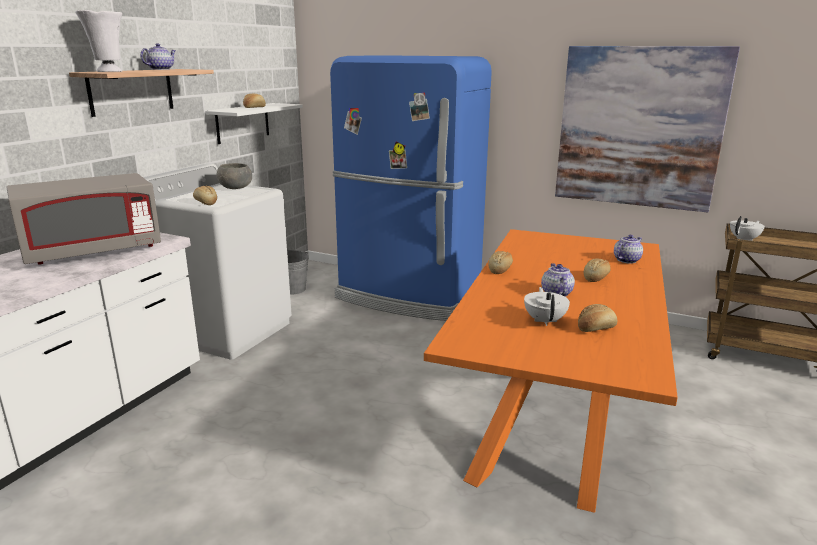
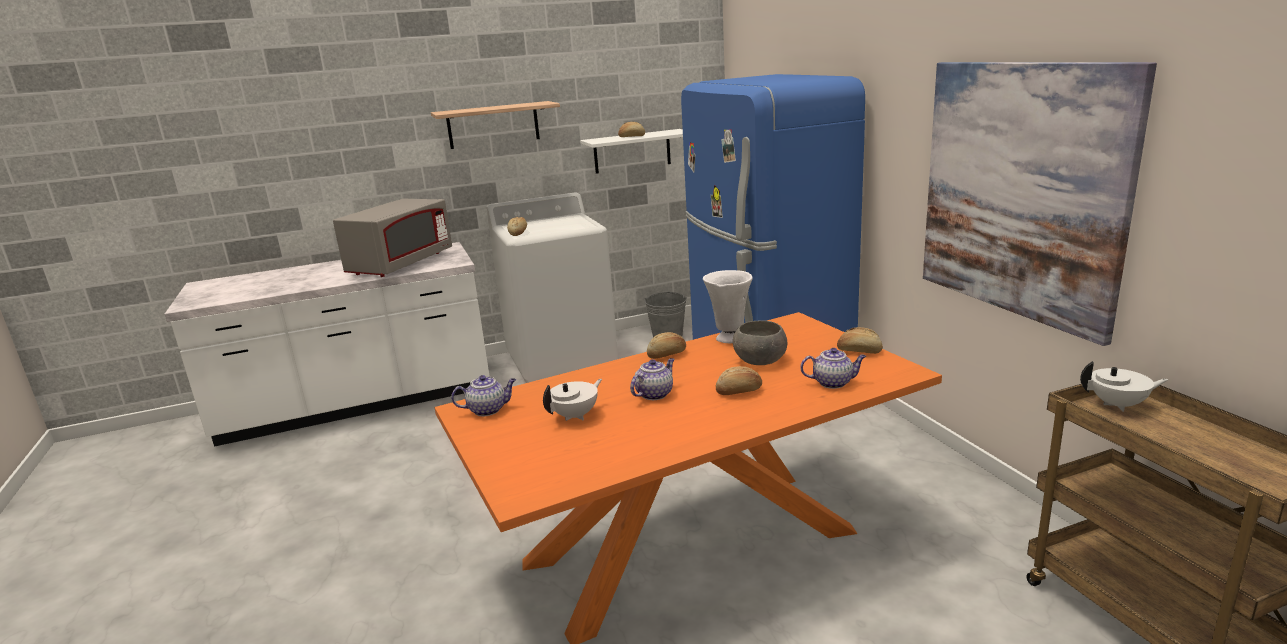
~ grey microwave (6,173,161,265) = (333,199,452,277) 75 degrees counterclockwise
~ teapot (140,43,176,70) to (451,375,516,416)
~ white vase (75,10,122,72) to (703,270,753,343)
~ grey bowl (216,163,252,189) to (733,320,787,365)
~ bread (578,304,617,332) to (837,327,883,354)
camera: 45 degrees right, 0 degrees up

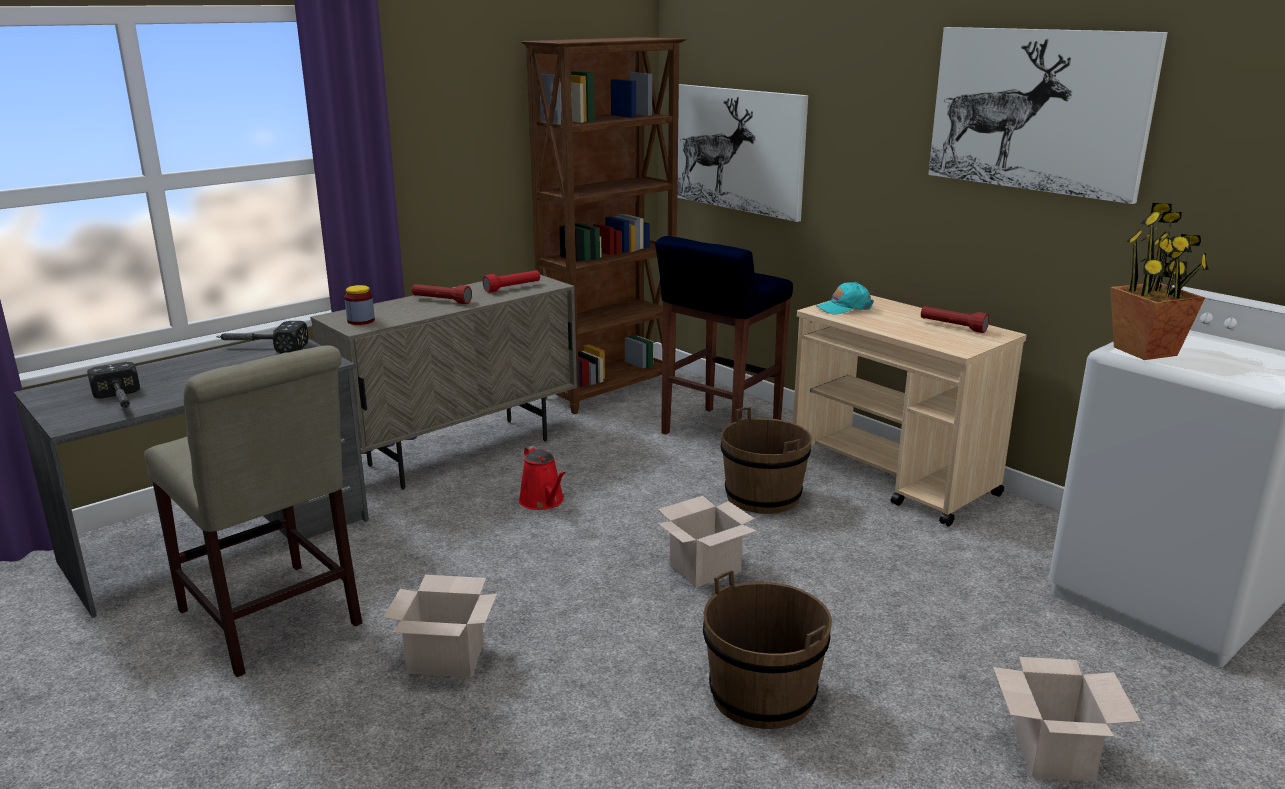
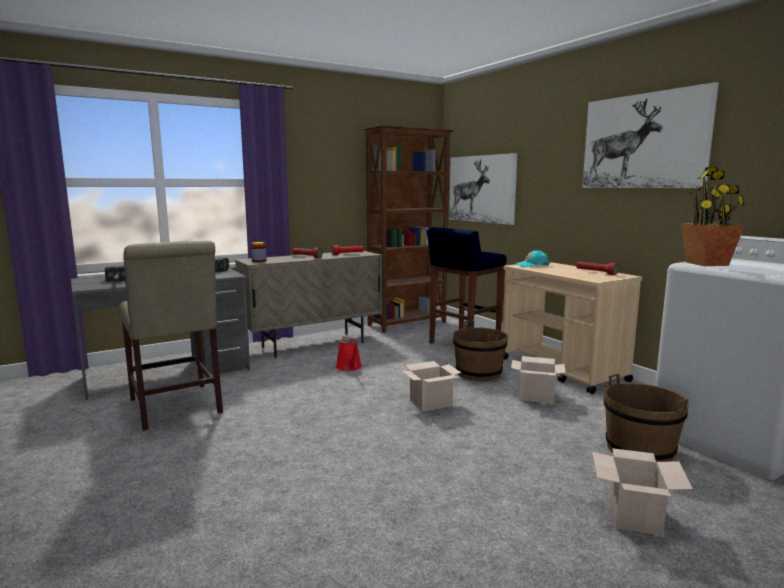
~ cardboard box (383,575,497,677) to (511,356,566,404)
~ brown bucket (703,570,832,729) to (604,374,689,462)
camera: 10 degrees right, 10 degrees down

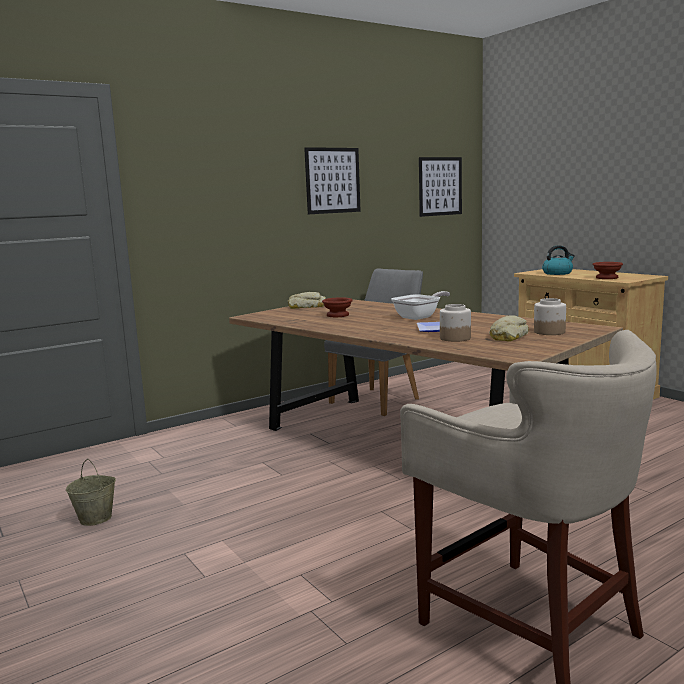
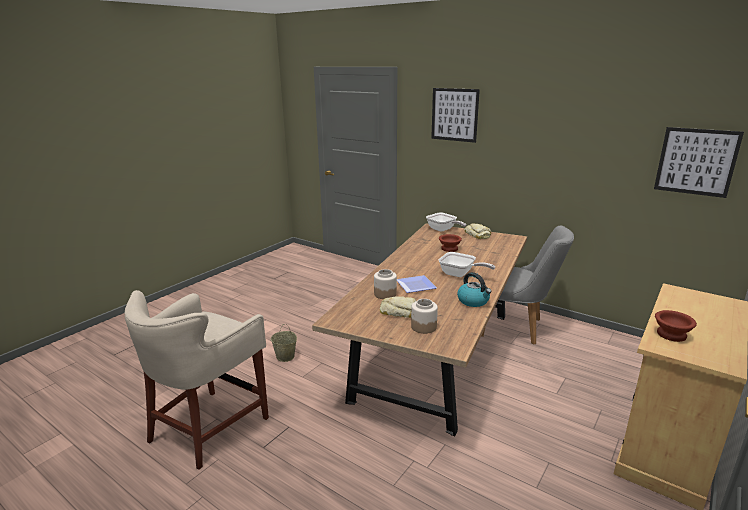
~ beige bucket (66,459,116,526) to (271,324,297,362)
+ frying pan (426,213,466,232)
~ picture (304,147,361,214) to (431,88,480,143)
~ kettle (542,245,575,275) to (457,272,492,307)
camera: 70 degrees right, 10 degrees up

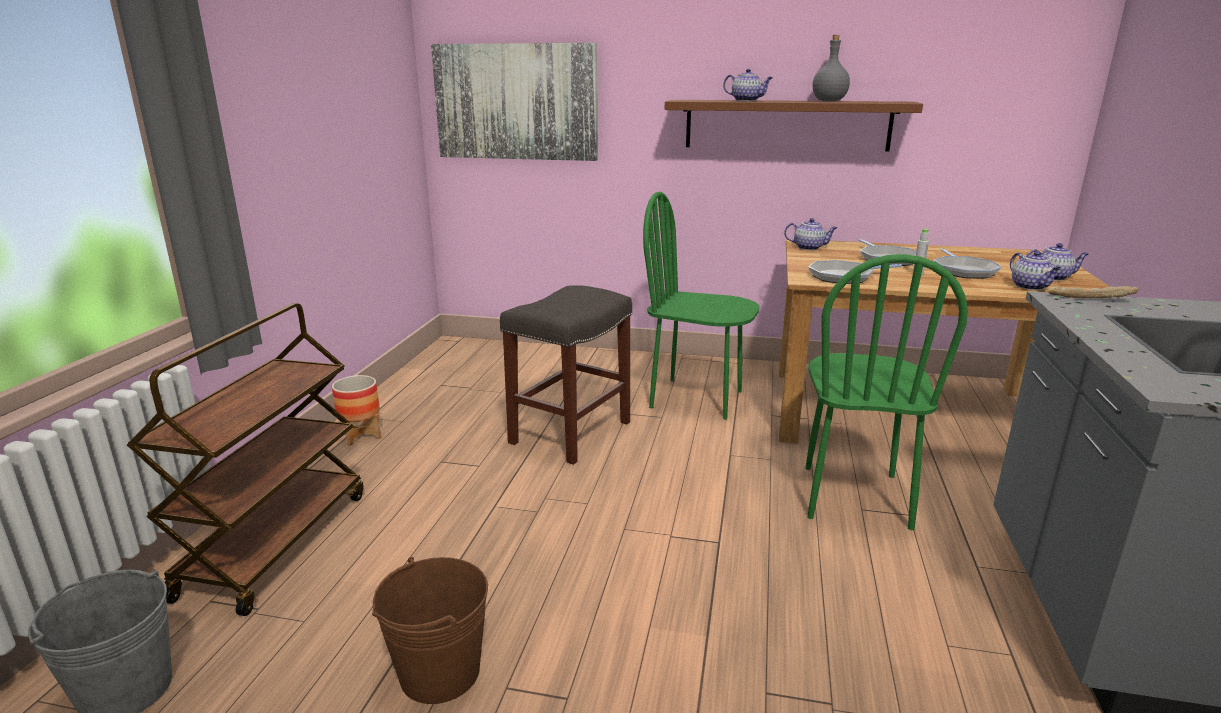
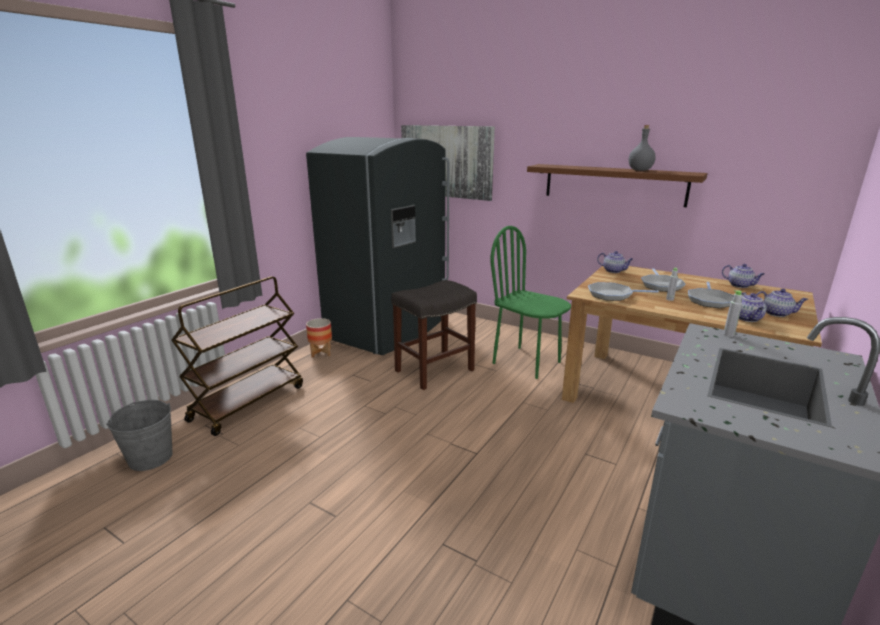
+ grey fridge (306,137,450,355)
~ teapot (723,69,773,101) to (722,264,765,288)
~ bread (1048,286,1139,298) to grey bottle (723,290,742,337)
- brown bucket (372,557,488,704)
- green chair (805,254,968,530)
camera: 20 degrees right, 0 degrees up

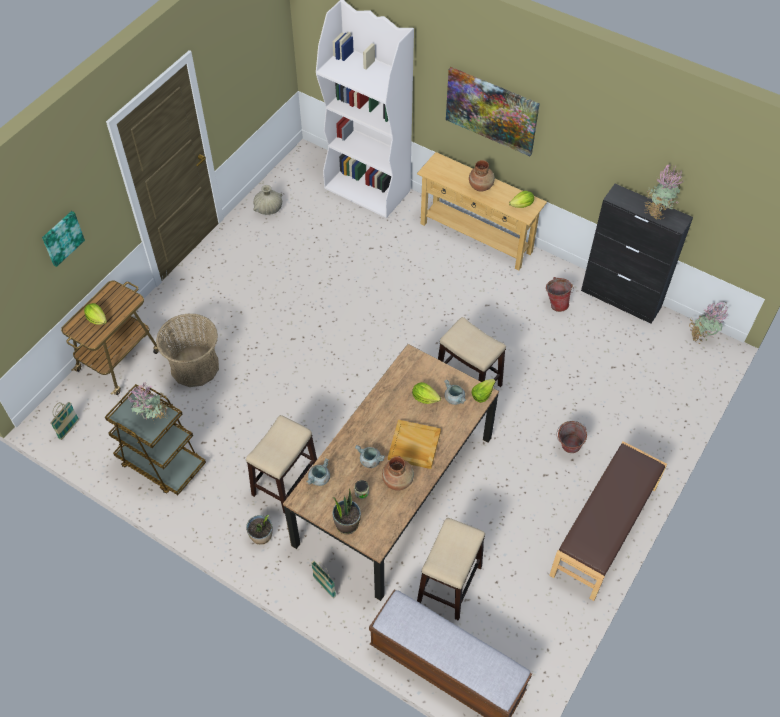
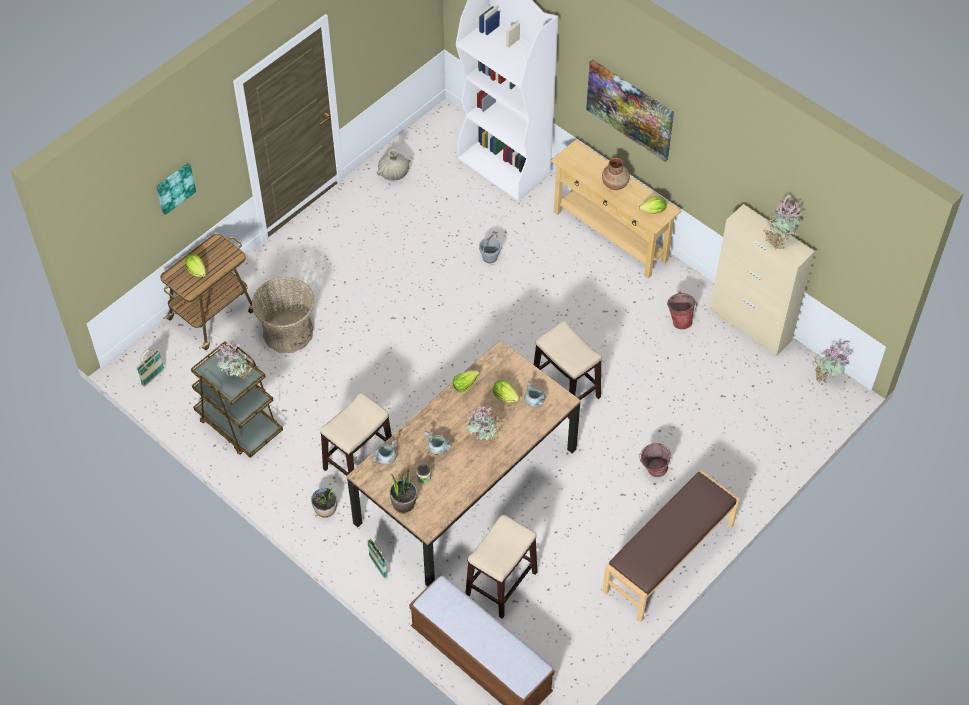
~ lettuce (471,379,496,403) to (453,371,479,392)
~ beige tray (388,420,441,469) to potted plant (467,404,501,444)
+ grey bucket (479,233,501,263)
~ black cabinet (581,184,693,324) to beige cabinet (710,204,815,356)
- brown vase (382,456,414,491)
camera: 10 degrees right, 0 degrees up

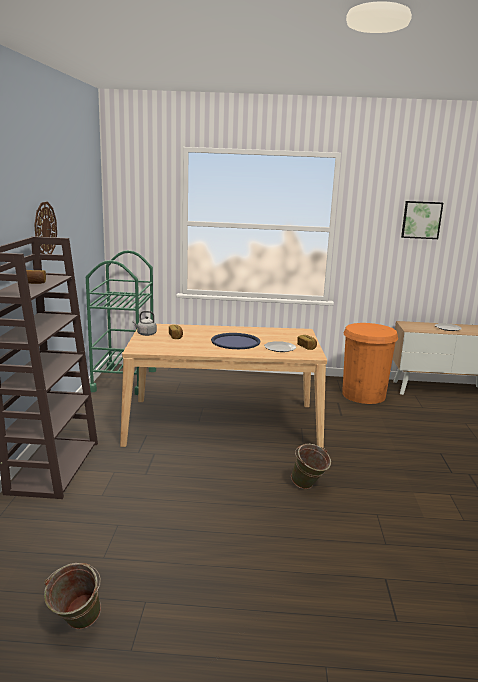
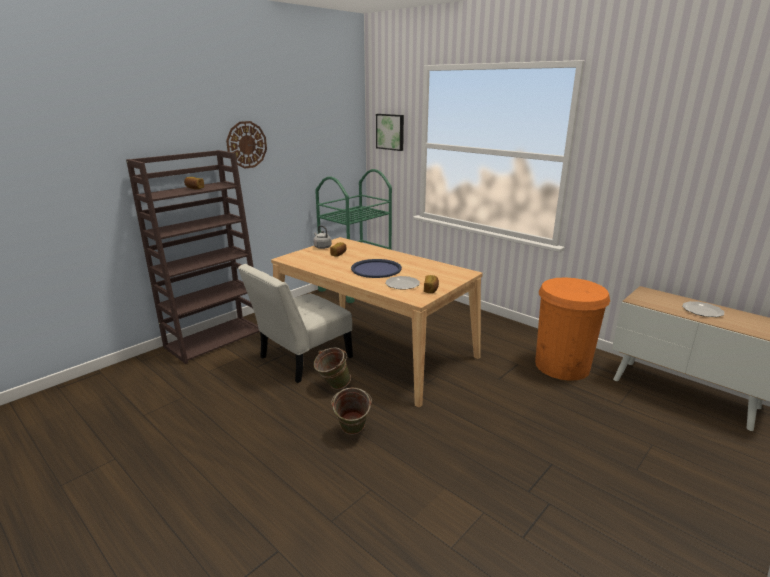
+ white chair (238,264,353,383)
~ green bucket (44,563,101,629) to (314,347,351,390)
~ picture (401,201,443,239) to (376,114,404,151)
camera: 40 degrees right, 5 degrees up

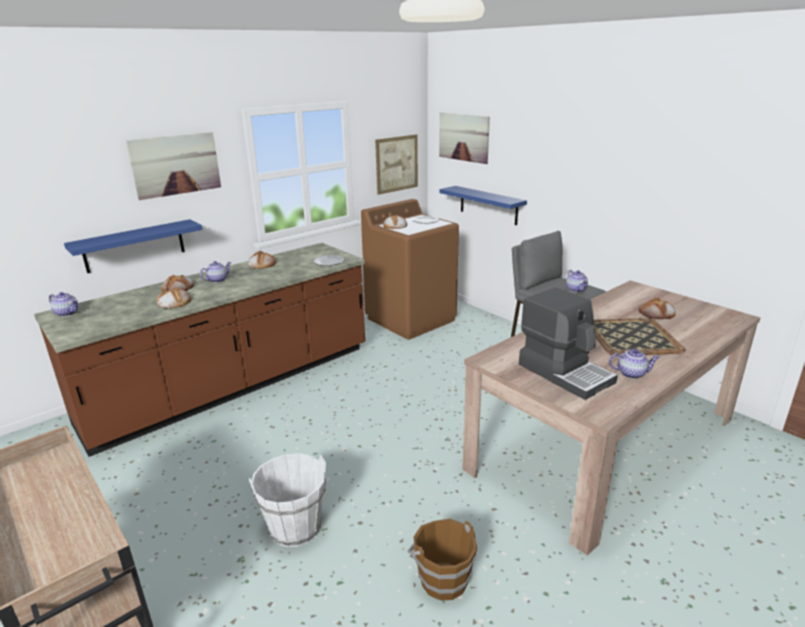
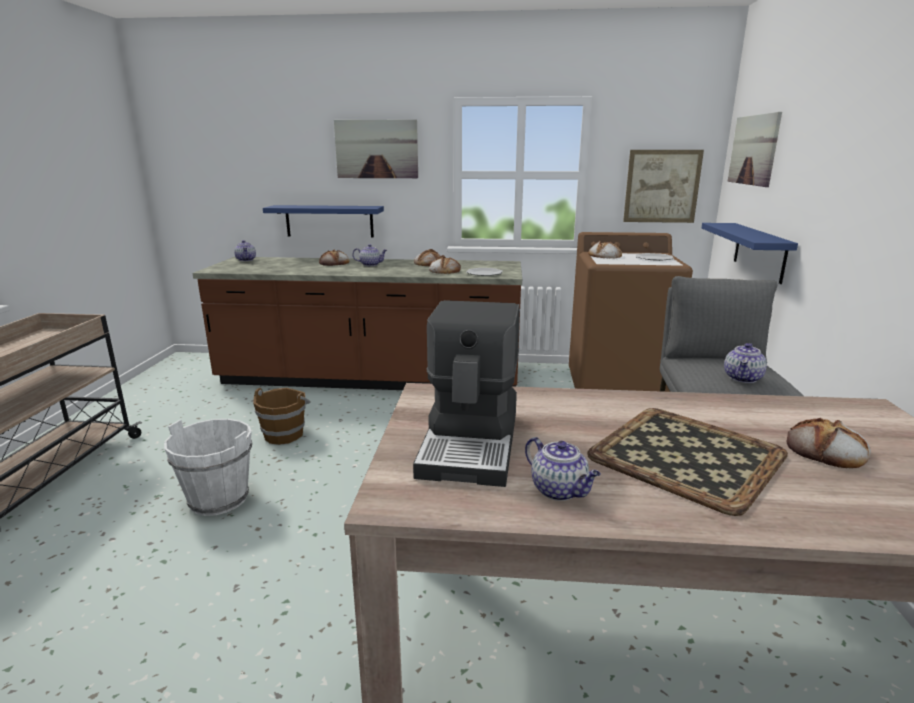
~ brown bucket (407,519,477,600) to (253,388,311,445)
~ bread (156,287,191,309) to (429,255,461,274)
camera: 45 degrees right, 5 degrees down

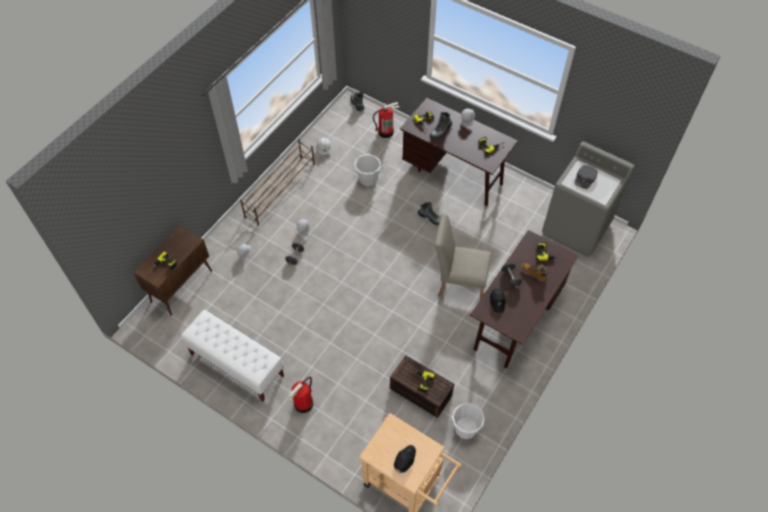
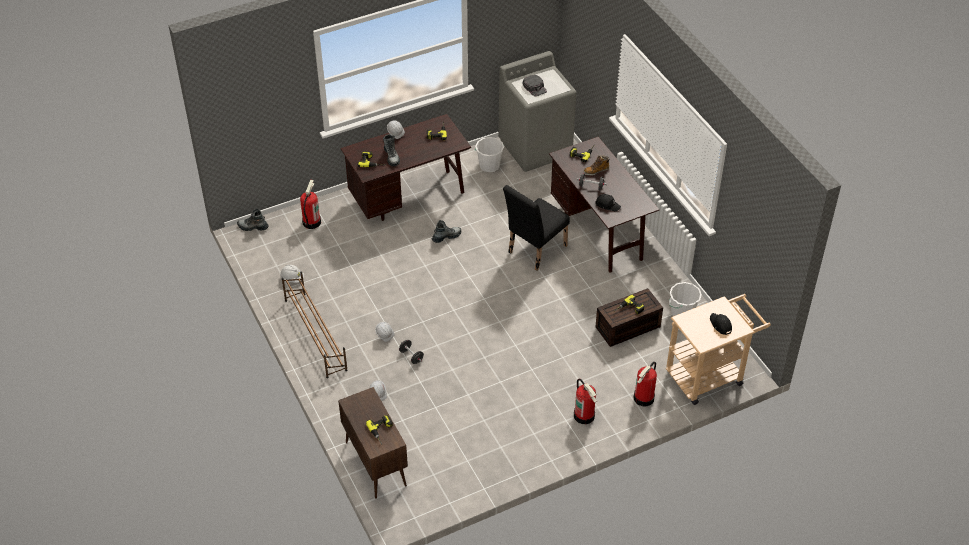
~ white bucket (355,154,381,186) to (475,137,504,172)
~ beige chair (434,214,491,299) to black chair (503,185,570,271)
+ fire extinguisher (634,362,657,406)
- white bench (181,310,284,402)
camera: 60 degrees left, 10 degrees down

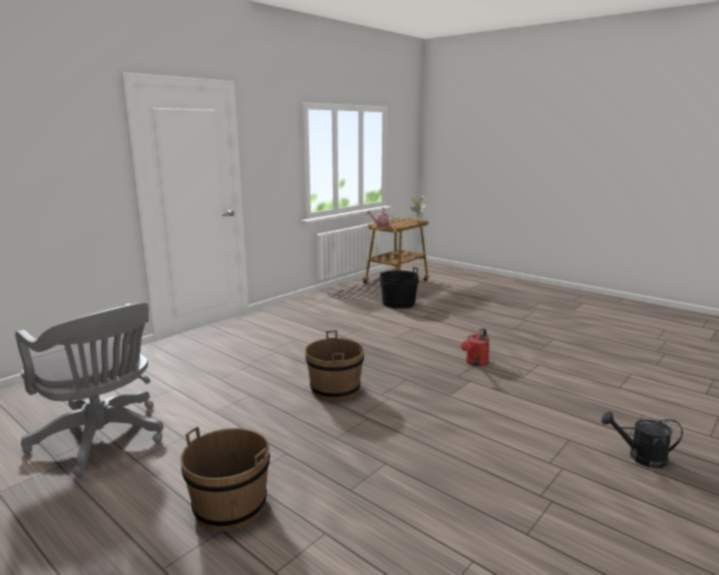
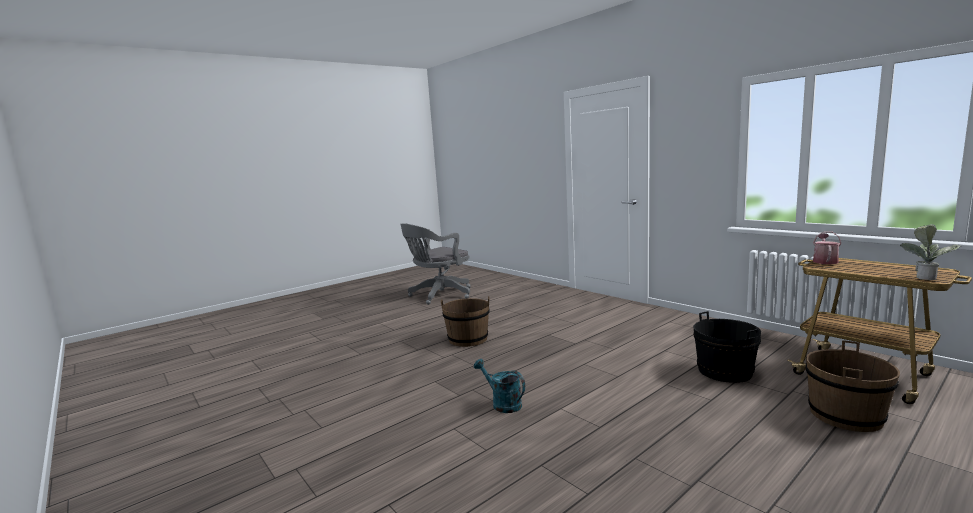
~ red watering can (461,328,490,366) to turquoise watering can (474,359,525,413)
~ brown bucket (181,426,270,531) to (805,340,900,432)
- black watering can (601,411,683,468)
camera: 100 degrees right, 5 degrees down

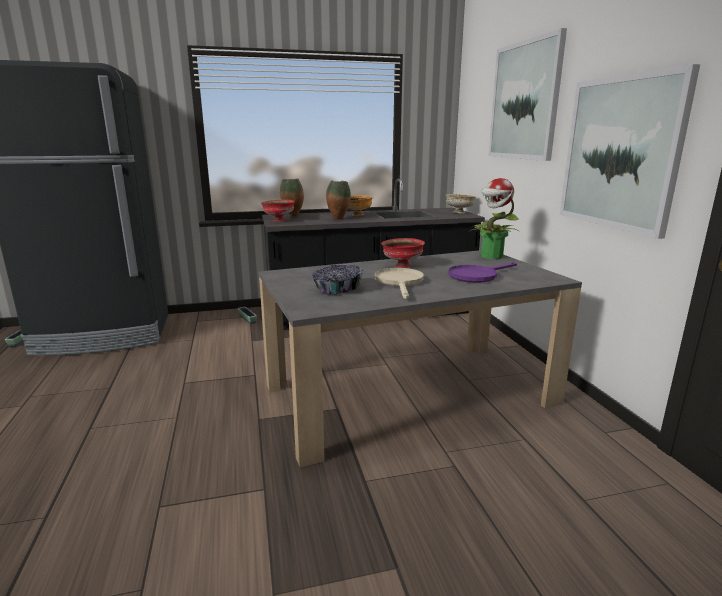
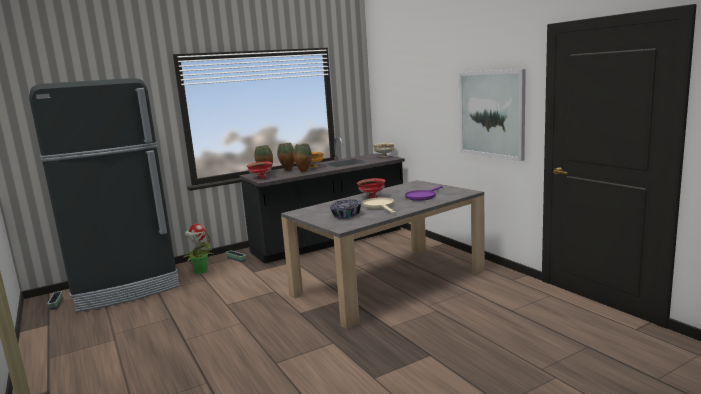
~ potted plant (468,178,519,259) to (183,224,213,274)
+ vase (277,143,295,171)
- picture (488,28,567,161)
camera: 15 degrees left, 5 degrees down

